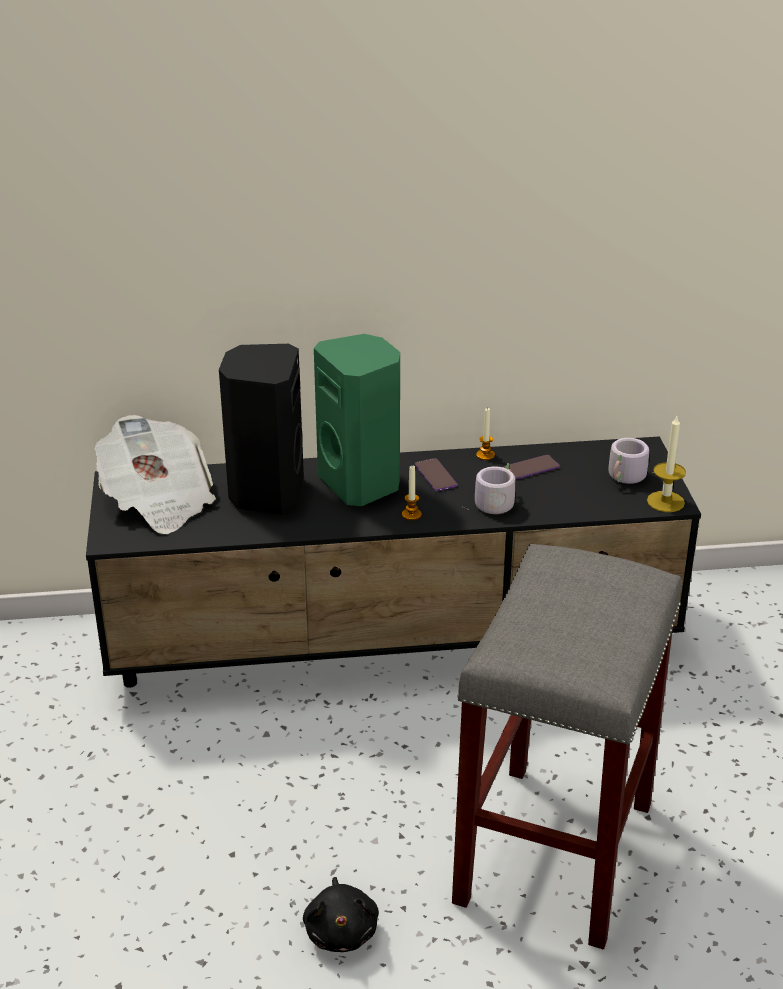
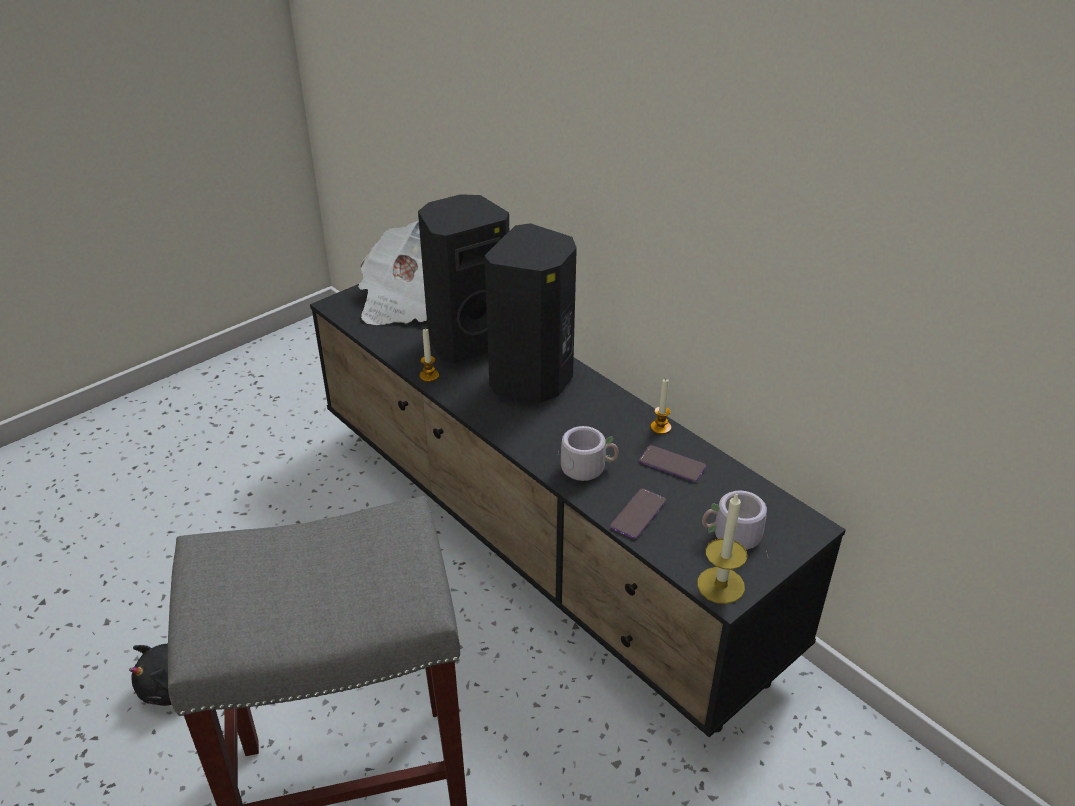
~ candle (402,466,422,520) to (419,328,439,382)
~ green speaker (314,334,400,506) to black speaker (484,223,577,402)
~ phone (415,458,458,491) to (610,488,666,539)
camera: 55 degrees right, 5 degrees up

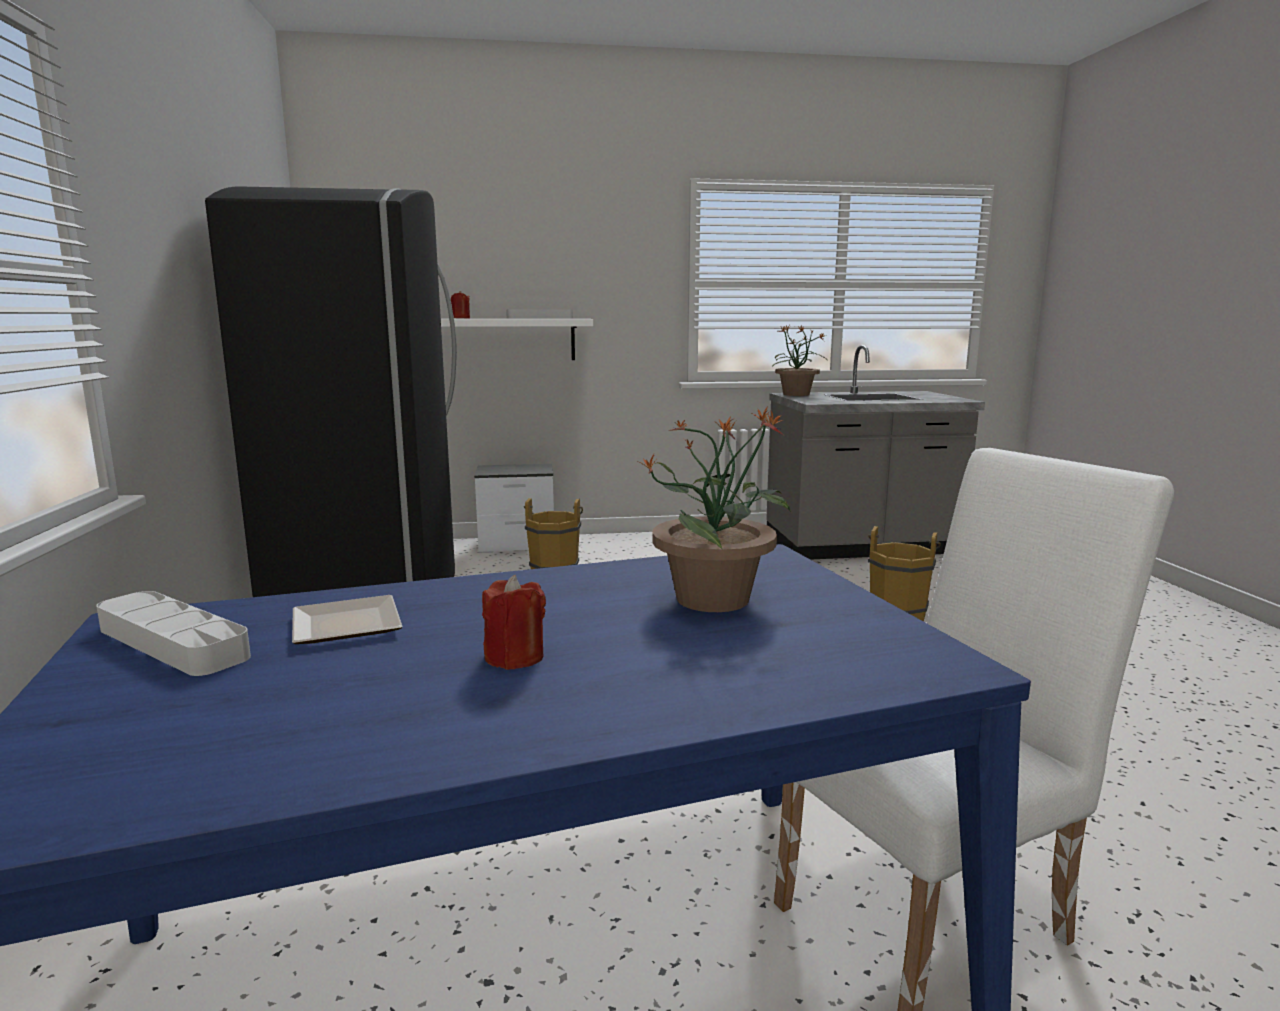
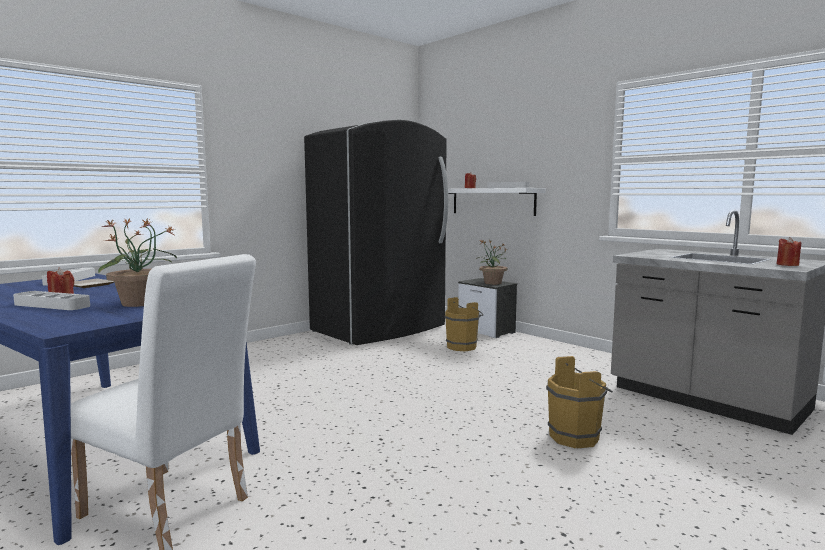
+ grey tray (13,291,90,310)
~ potted plant (772,325,828,396) to (478,240,507,285)
+ red candle (777,237,801,266)
camera: 55 degrees right, 5 degrees down

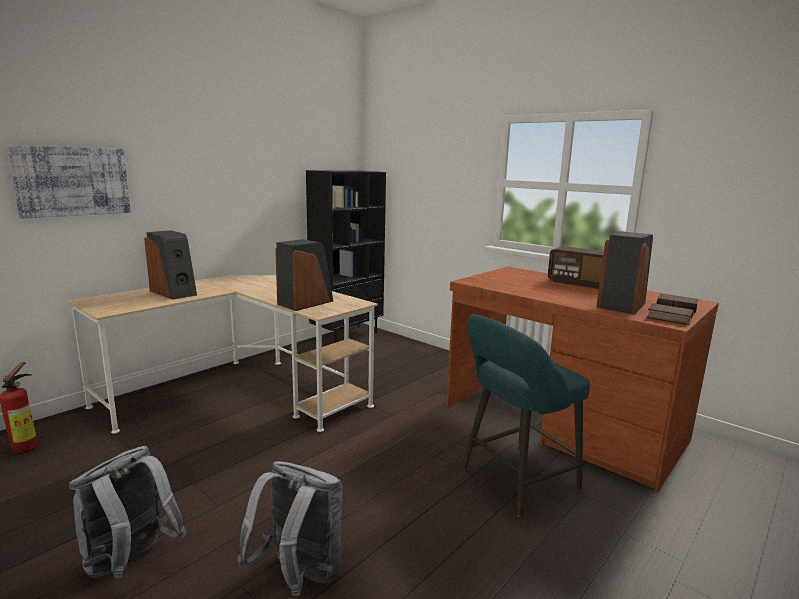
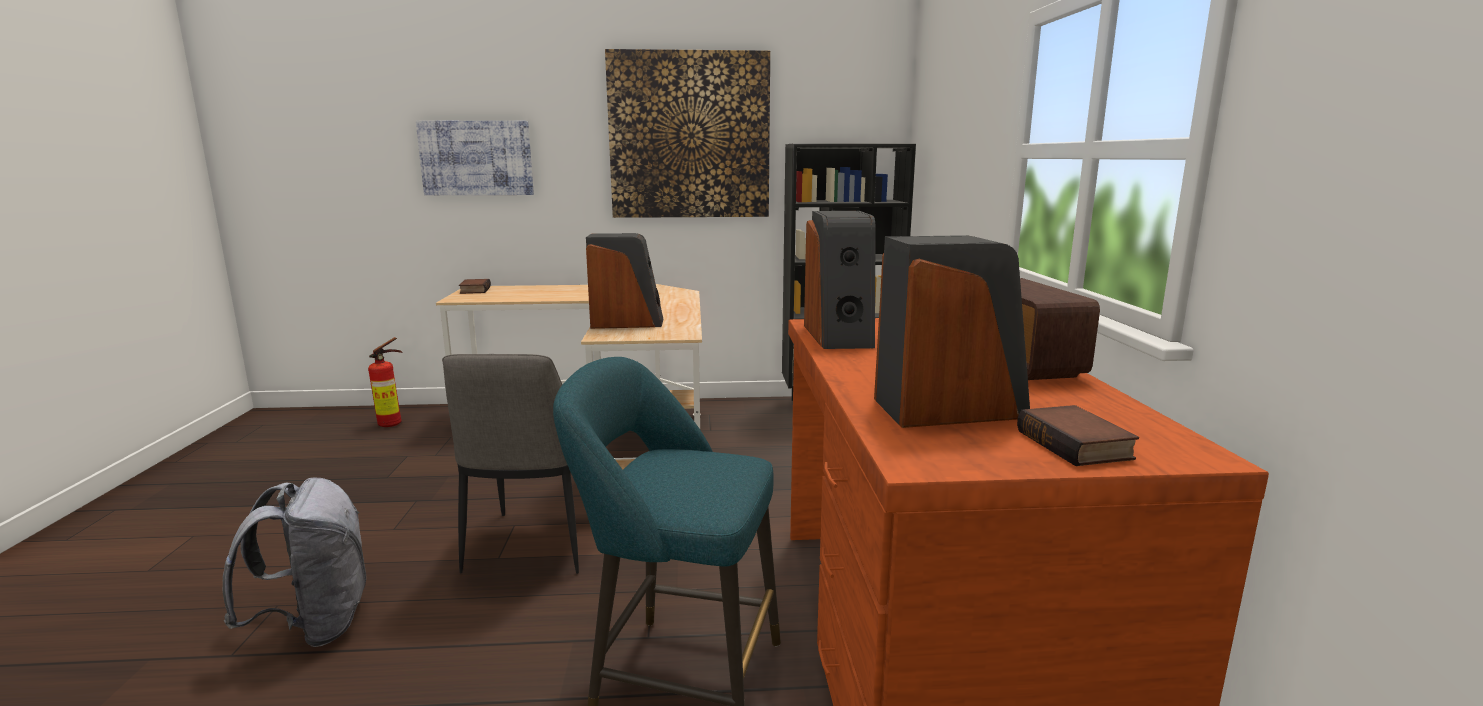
+ chair (442,354,579,574)
~ book (647,303,694,325) to (459,279,491,294)
+ picture (605,49,770,218)
~ speaker (144,230,197,300) to (804,211,876,349)
- grey backpack (69,446,187,579)
camera: 45 degrees right, 0 degrees up

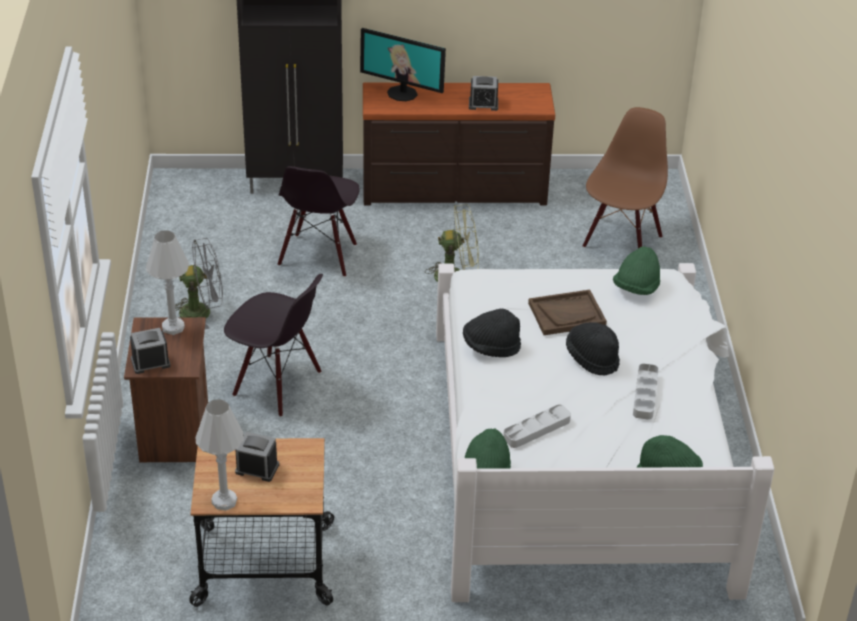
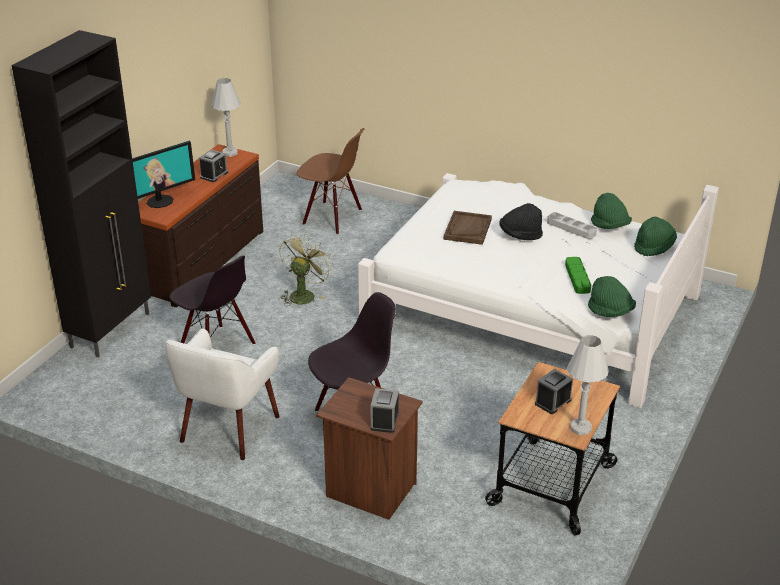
~ grey fan (175,238,223,329) to white armchair (165,328,280,460)
~ white table lamp (146,230,189,335) to (211,78,241,157)
~ brown chair (583,107,668,248) = (297,128,365,235) 150 degrees clockwise
~ grey tray (503,405,571,448) to green tray (565,257,591,294)
~ green hat (613,247,660,295) to (591,193,632,229)
- black hat (463,308,521,357)
camera: 60 degrees left, 5 degrees down

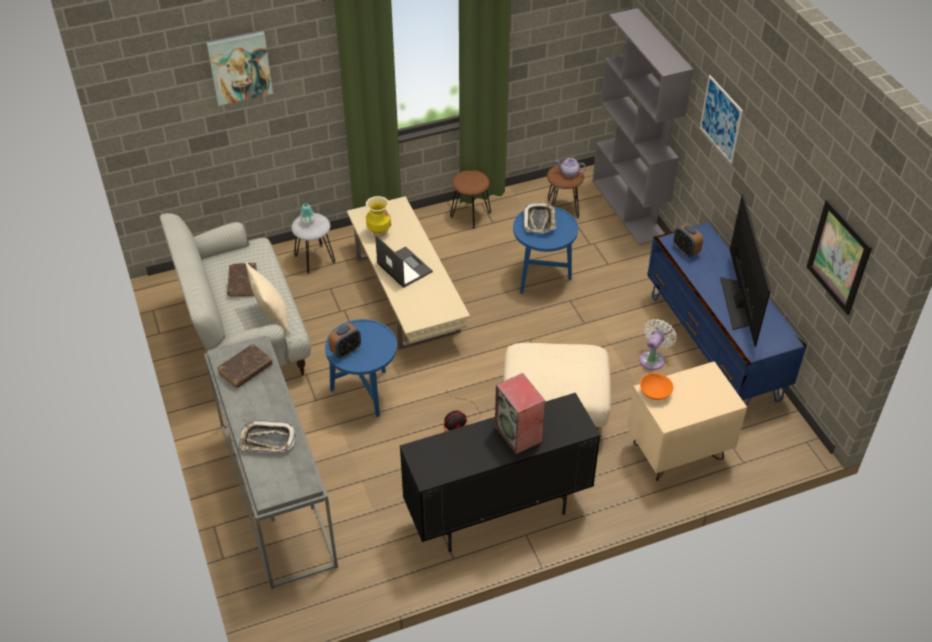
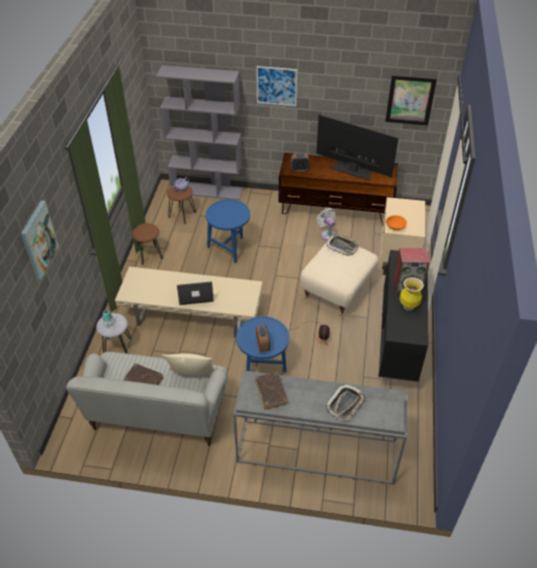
~ blue tv stand (647,222,807,406) to brown tv stand (279,153,398,224)
~ tray (523,203,556,233) to (326,234,359,256)
~ vase (366,196,391,237) to (399,277,424,311)
camera: 60 degrees left, 0 degrees up

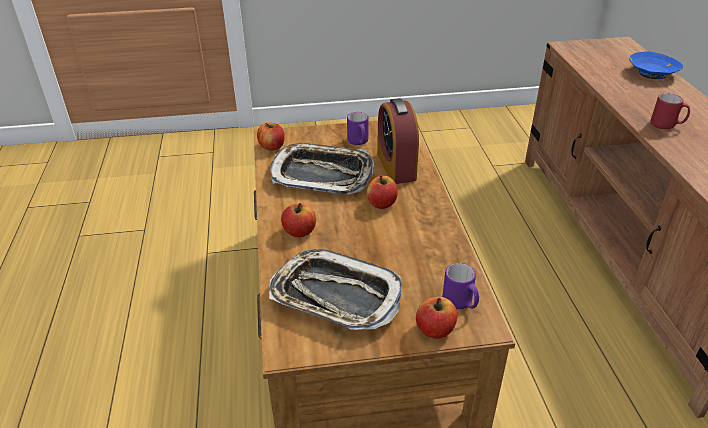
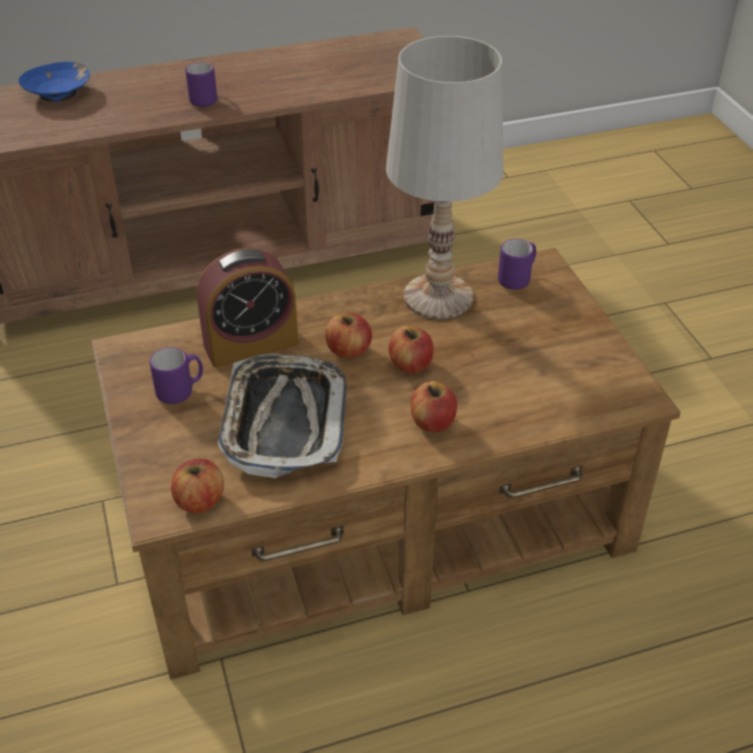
~ red mug (651,93,690,129) to purple mug (185,62,217,107)
+ white table lamp (386,36,504,319)
~ apple (416,297,458,338) to (389,326,434,373)
- tray (269,249,401,330)
camera: 100 degrees left, 5 degrees up

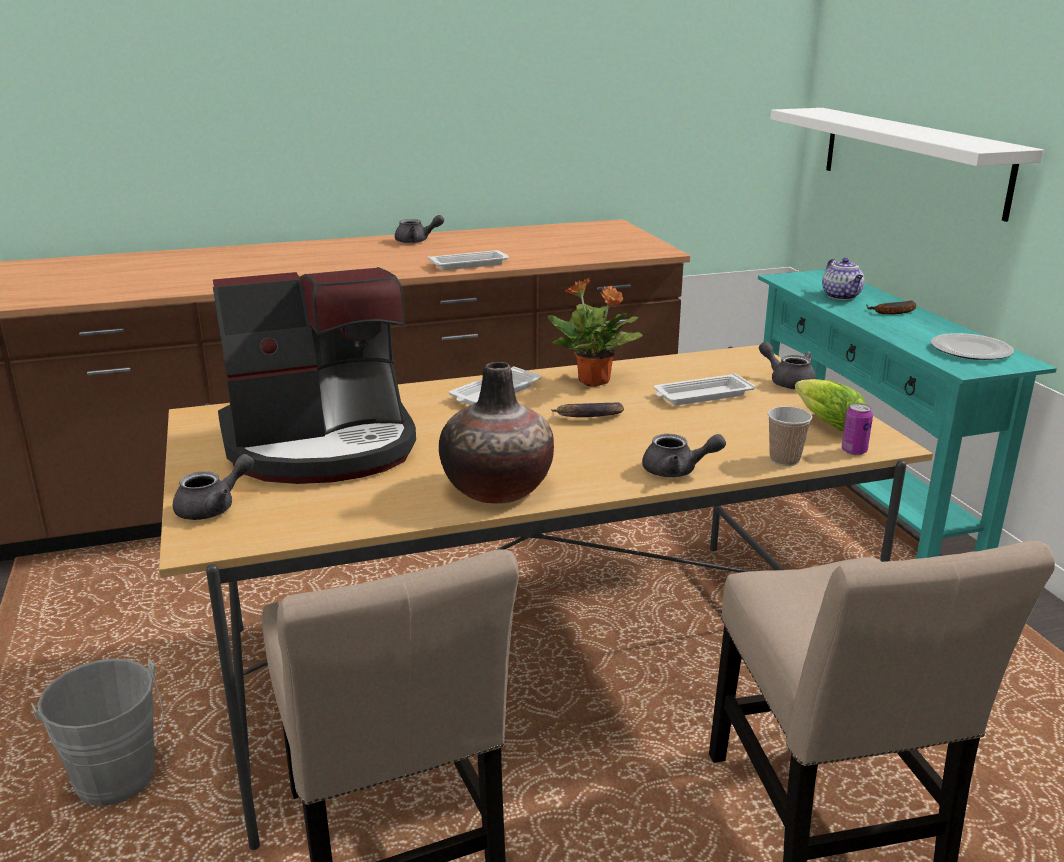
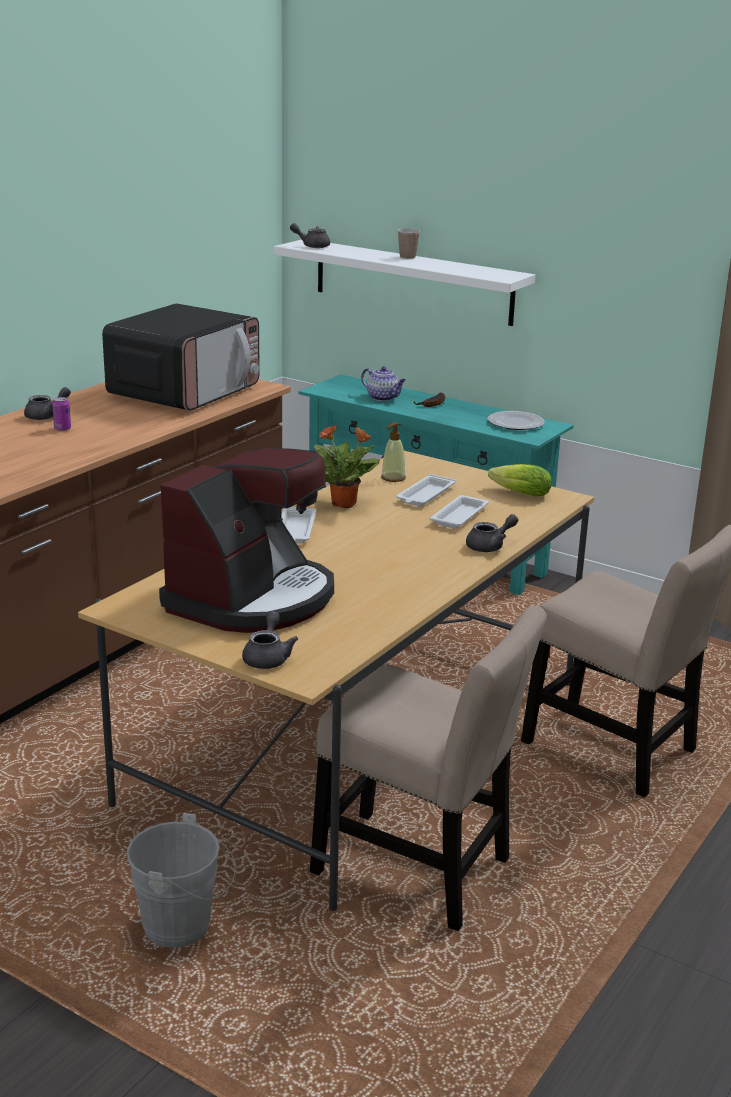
~ can (842,403,873,455) to (52,397,71,431)
+ microwave (102,303,260,411)
~ grey teapot (759,342,816,389) to (290,223,330,248)
+ soap dispenser (381,422,406,482)
~ cup (768,406,812,466) to (397,228,420,259)
~ white tray (428,250,509,270) to (430,495,489,529)
- vase (439,362,554,504)
- banana (551,402,624,417)
camera: 40 degrees left, 0 degrees up

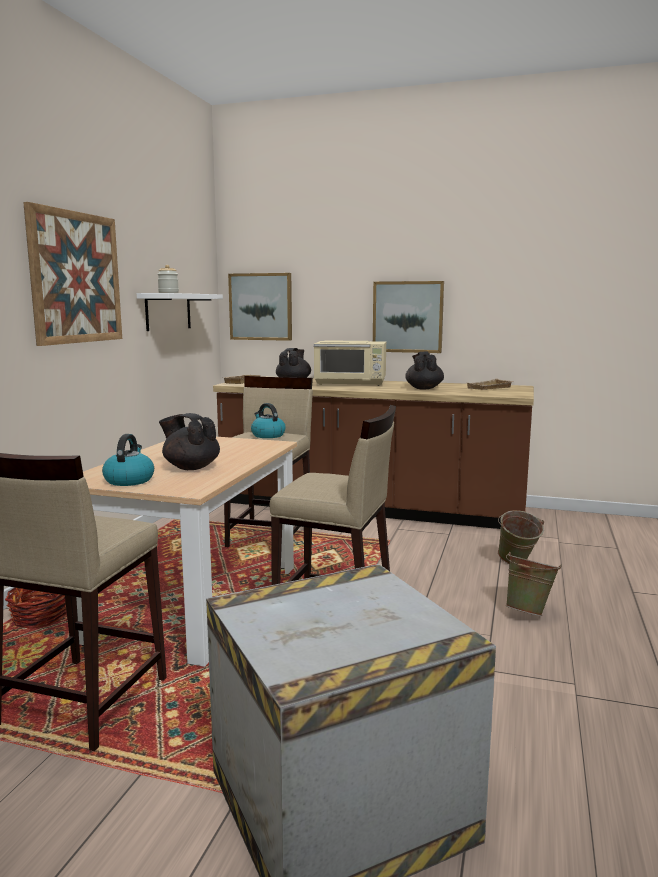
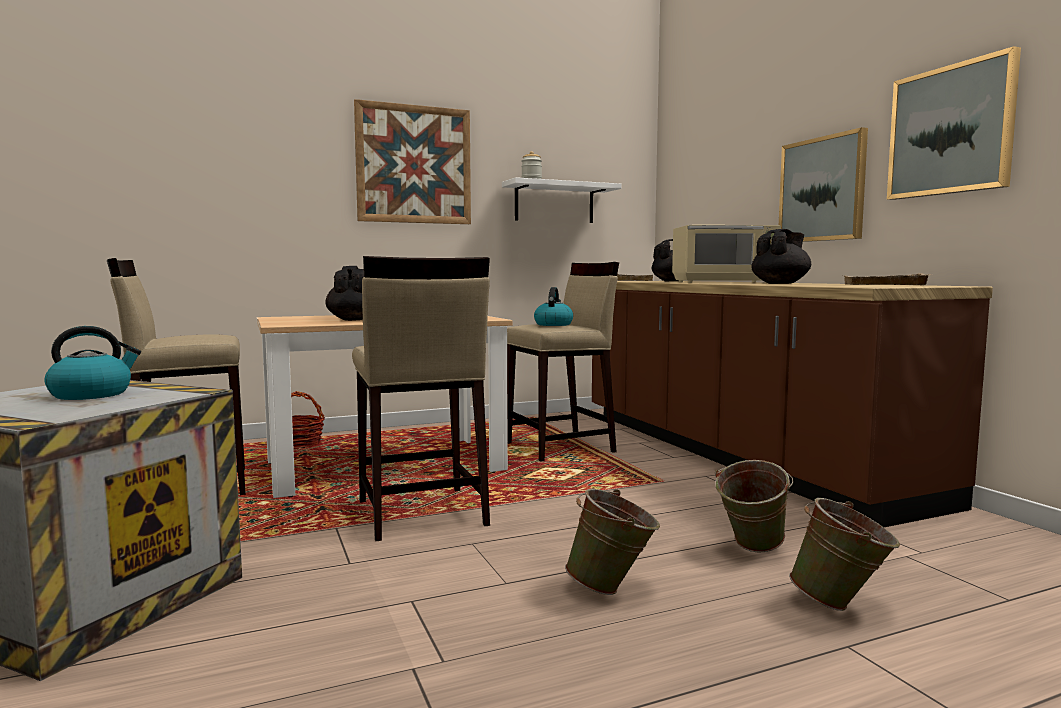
~ kettle (102,434,154,486) to (44,326,141,400)
~ beige microwave (314,340,386,386) = (672,225,781,283) 60 degrees counterclockwise
+ green bucket (789,498,900,611)
~ picture (228,273,292,341) to (887,46,1021,200)
camera: 50 degrees right, 5 degrees down

